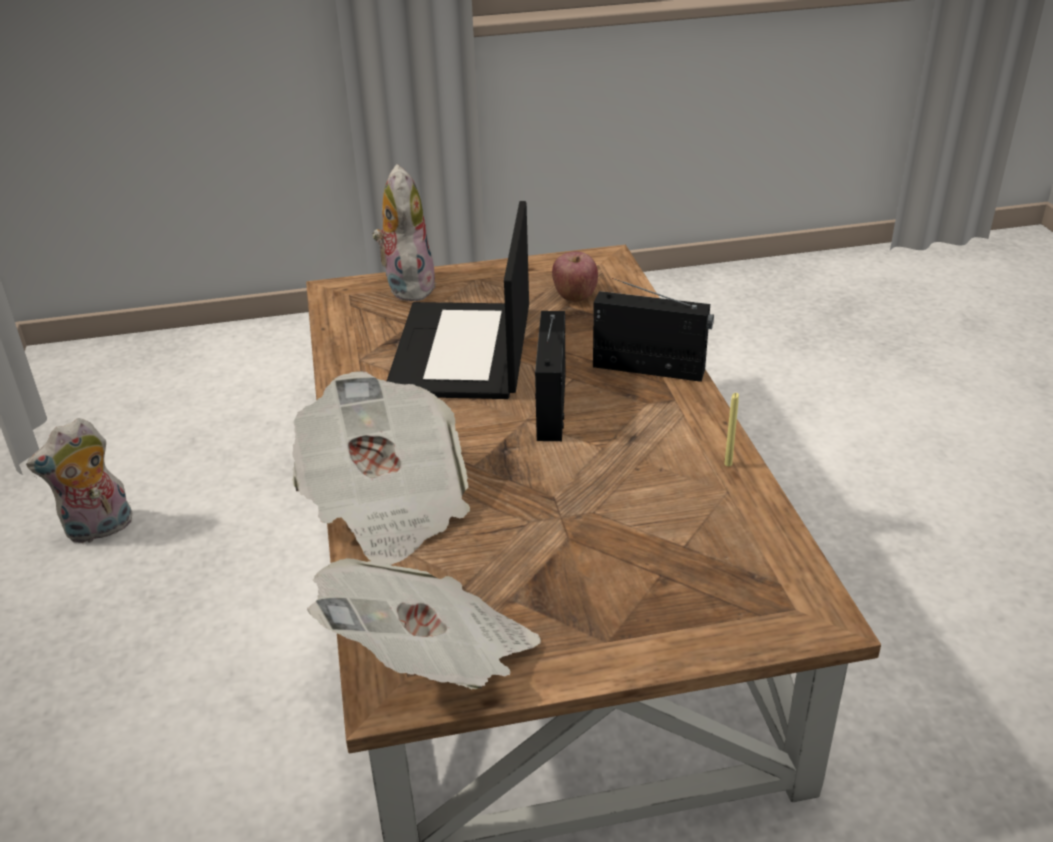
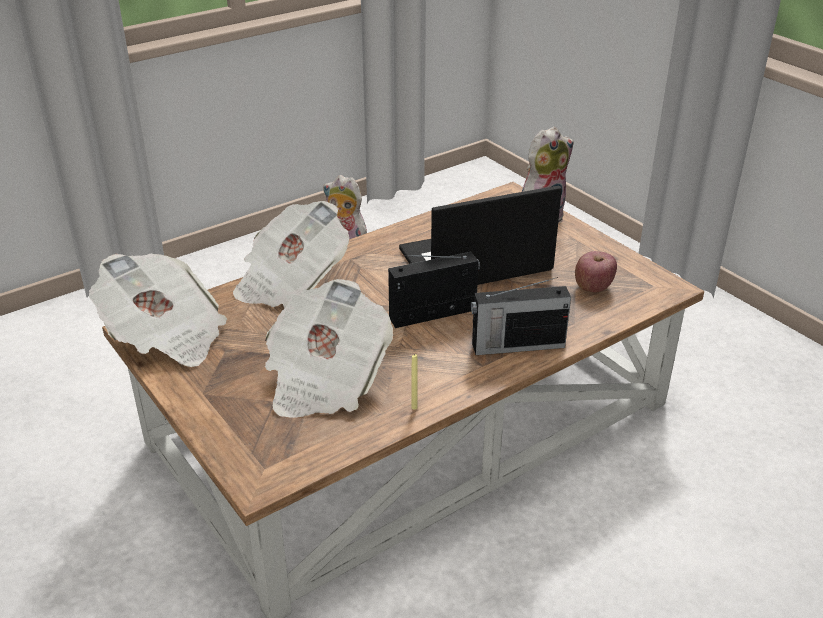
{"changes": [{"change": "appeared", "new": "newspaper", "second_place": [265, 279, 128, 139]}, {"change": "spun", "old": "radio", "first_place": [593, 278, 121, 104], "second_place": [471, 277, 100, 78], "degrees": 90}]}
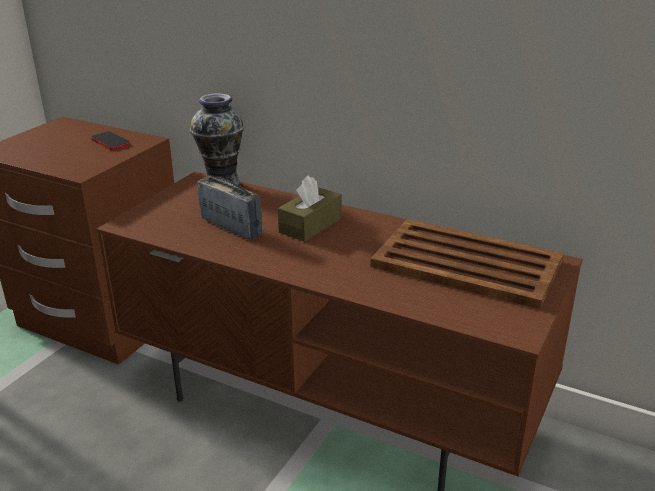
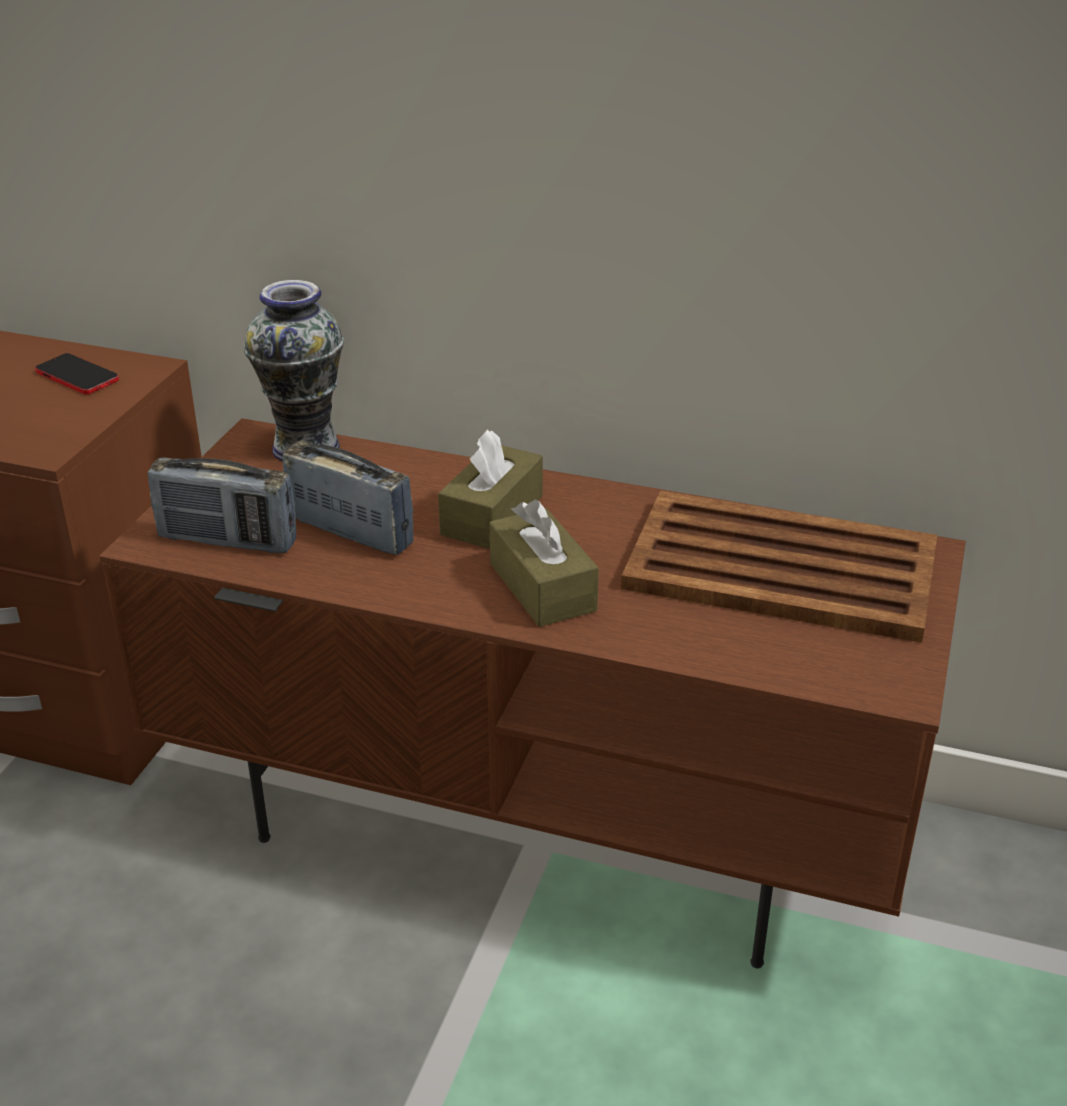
{"changes": [{"change": "appeared", "new": "radio", "second_place": [148, 458, 148, 95]}, {"change": "appeared", "new": "brown tissue box", "second_place": [490, 500, 109, 127]}]}
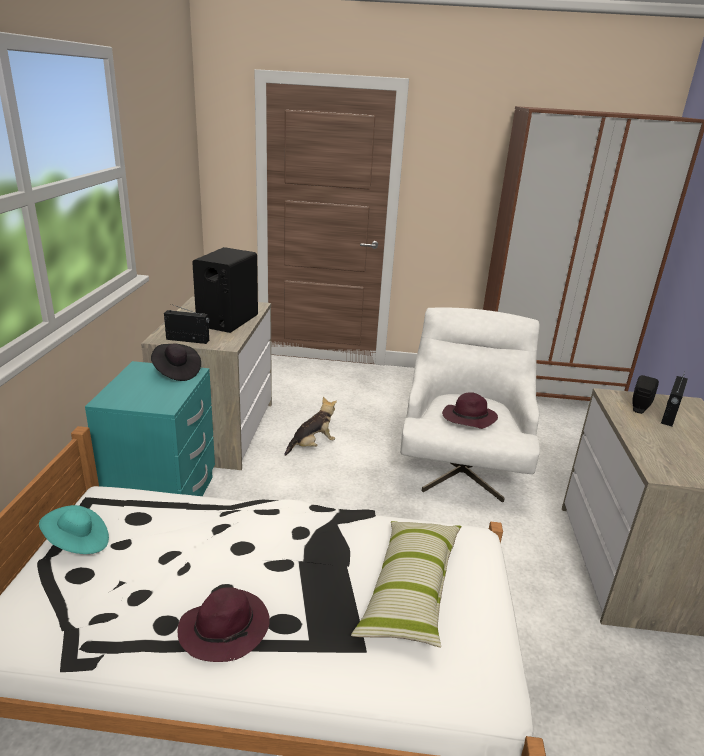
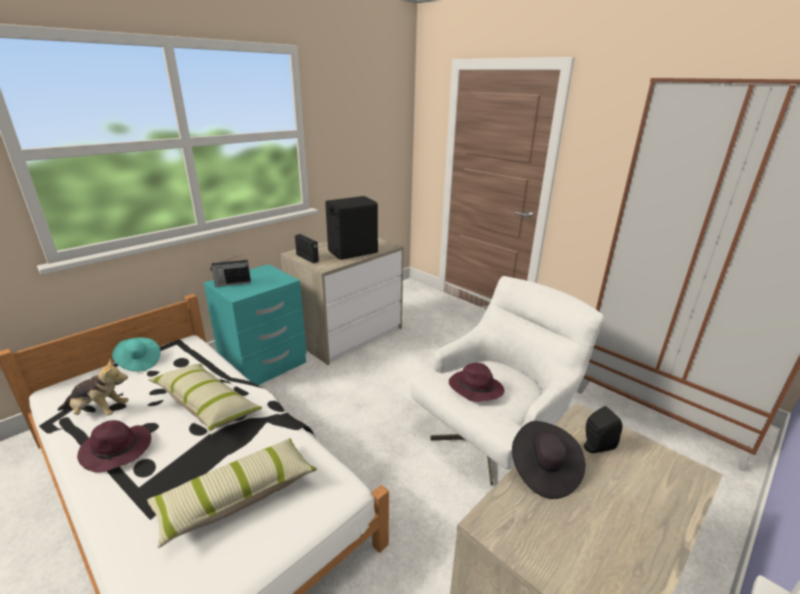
{"changes": [{"change": "appeared", "new": "pillow", "second_place": [148, 364, 114, 67]}, {"change": "relocated", "old": "black hat", "first_place": [151, 343, 50, 38], "second_place": [512, 421, 73, 78]}, {"change": "relocated", "old": "plush toy", "first_place": [284, 397, 53, 59], "second_place": [58, 359, 71, 57]}, {"change": "relocated", "old": "radio", "first_place": [661, 372, 27, 55], "second_place": [210, 255, 41, 32]}]}
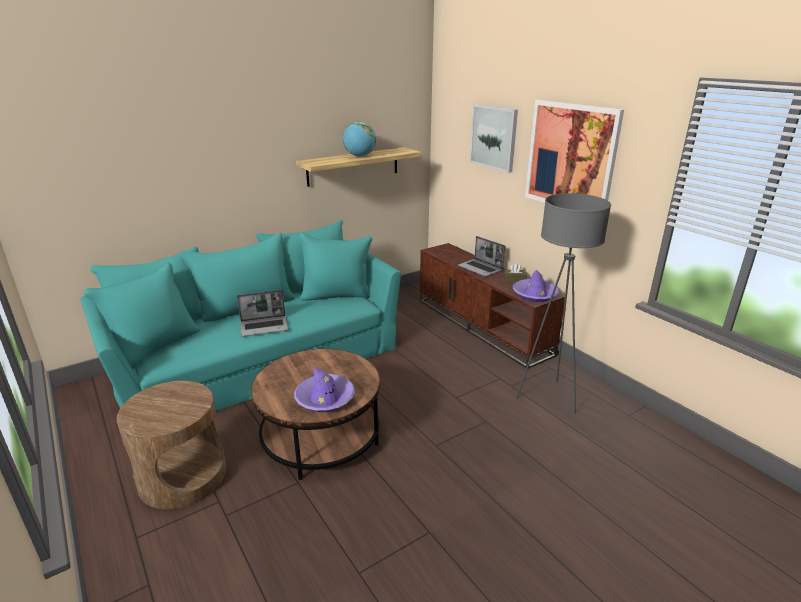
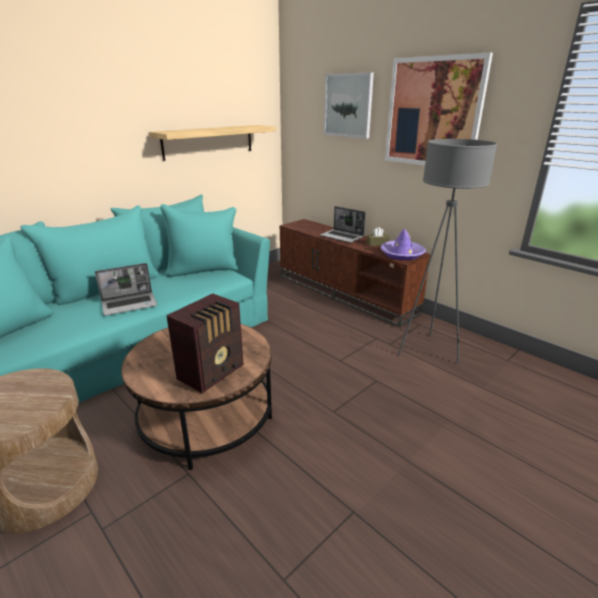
{"changes": [{"change": "missing", "old": "globe", "first_place": [343, 122, 33, 35]}, {"change": "exchanged", "old": "purple hat", "new": "radio", "first_place": [294, 367, 61, 45], "second_place": [167, 293, 77, 100]}]}
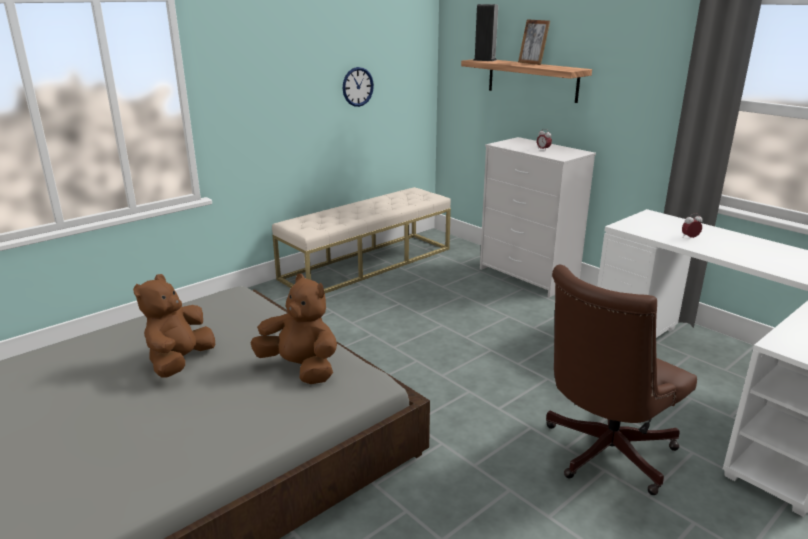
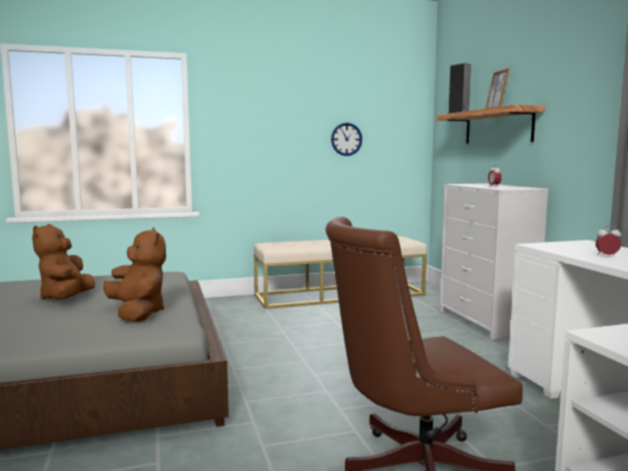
{"changes": [{"change": "spun", "old": "brown plush toy", "first_place": [133, 274, 82, 104], "second_place": [32, 224, 63, 76], "degrees": -45}]}
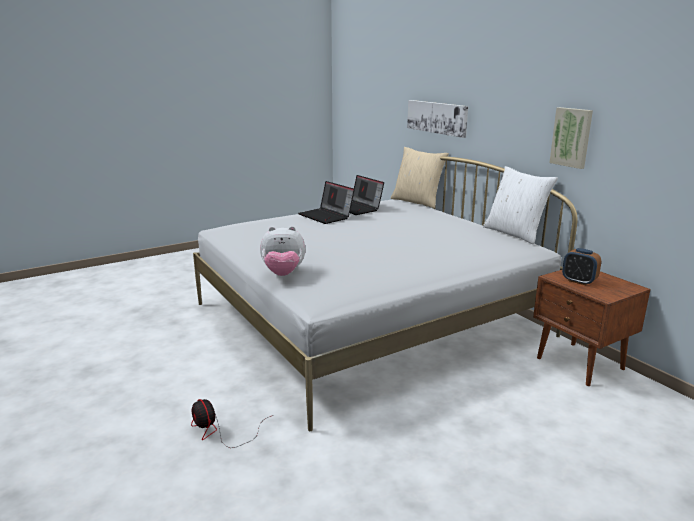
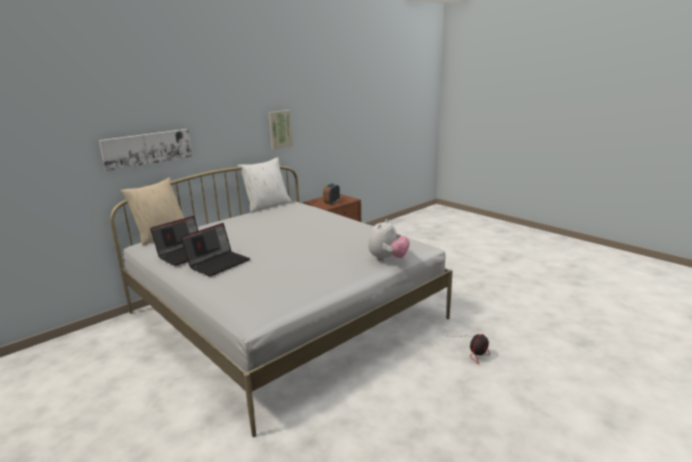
{"changes": [{"change": "spun", "old": "plush toy", "first_place": [260, 226, 46, 50], "second_place": [368, 219, 42, 42], "degrees": 45}]}
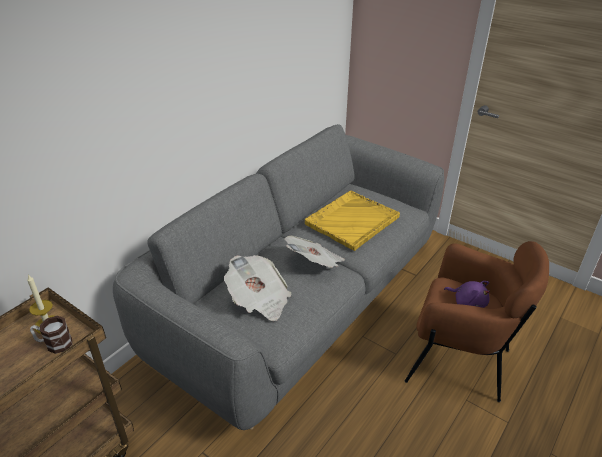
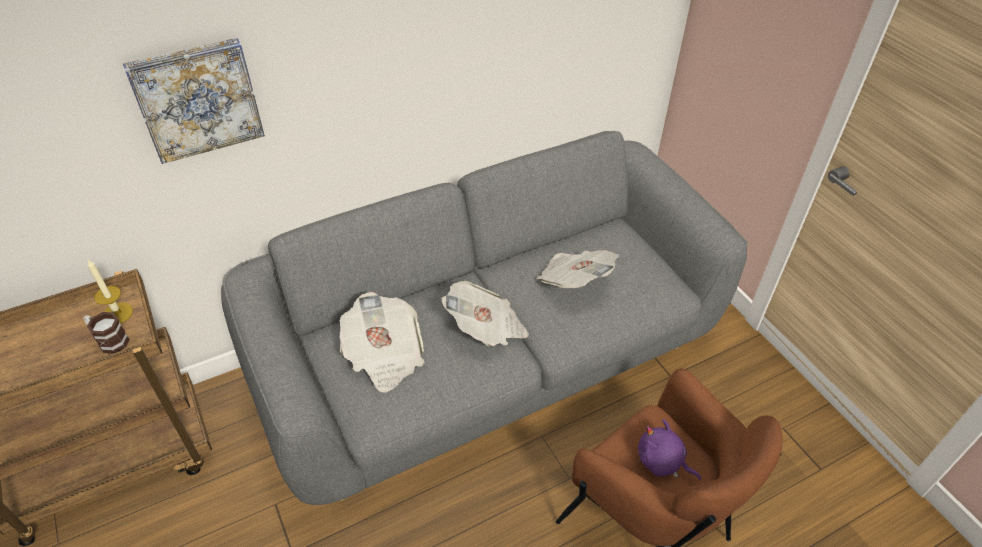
{"changes": [{"change": "appeared", "new": "picture", "second_place": [123, 38, 142, 126]}, {"change": "exchanged", "old": "yellow tray", "new": "newspaper", "first_place": [305, 191, 95, 60], "second_place": [536, 250, 83, 39]}, {"change": "spun", "old": "purple plush toy", "first_place": [444, 281, 46, 27], "second_place": [638, 419, 63, 61], "degrees": 150}]}
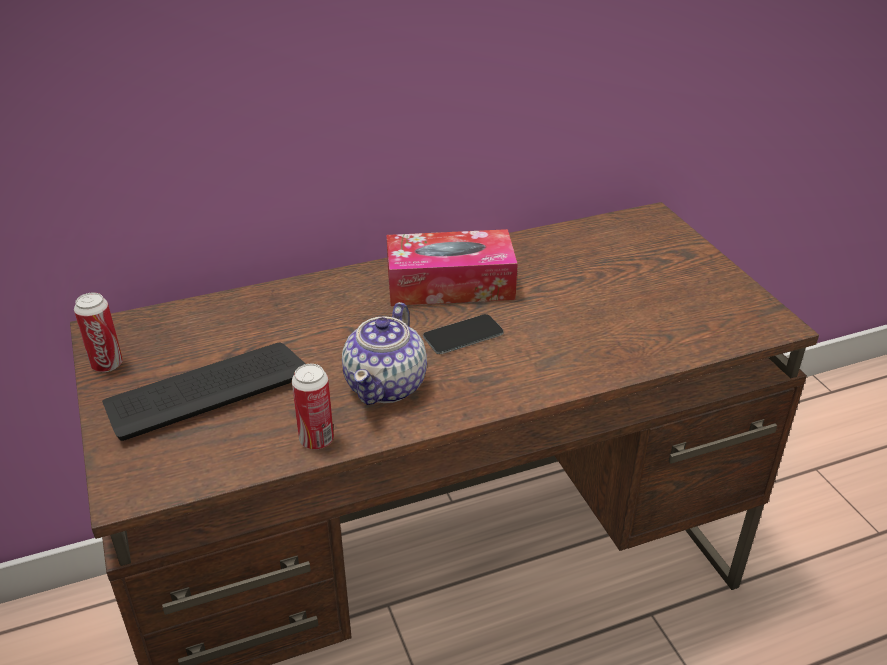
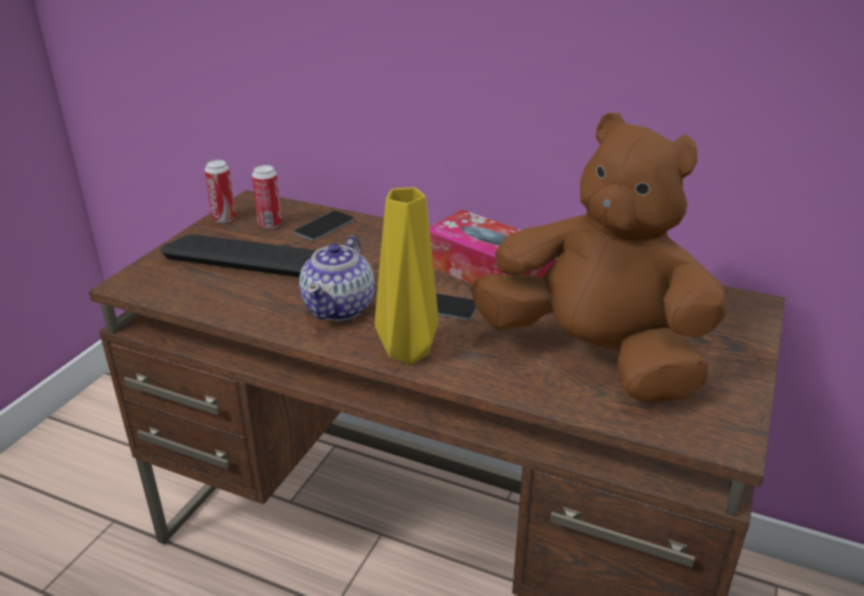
{"changes": [{"change": "appeared", "new": "phone", "second_place": [294, 211, 60, 29]}, {"change": "appeared", "new": "yellow vase", "second_place": [375, 188, 63, 176]}, {"change": "appeared", "new": "brown plush toy", "second_place": [471, 113, 257, 291]}, {"change": "relocated", "old": "can", "first_place": [292, 364, 42, 85], "second_place": [252, 165, 30, 64]}, {"change": "spun", "old": "teapot", "first_place": [342, 302, 85, 103], "second_place": [300, 236, 75, 85], "degrees": -45}]}
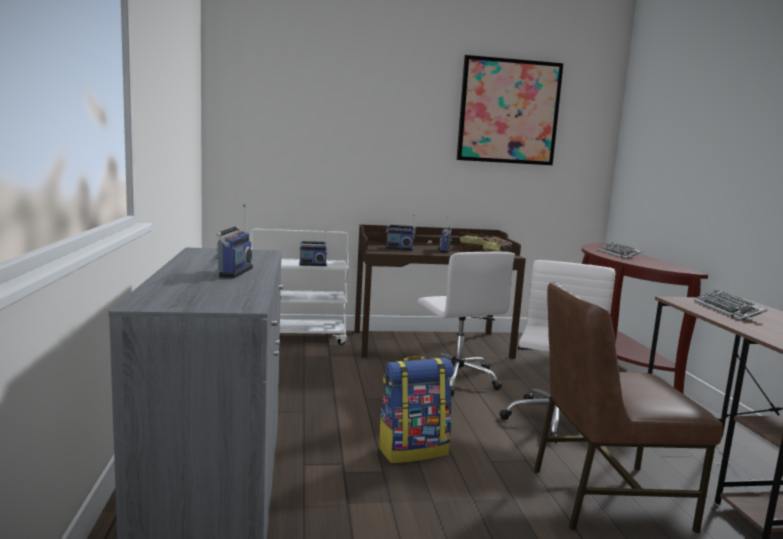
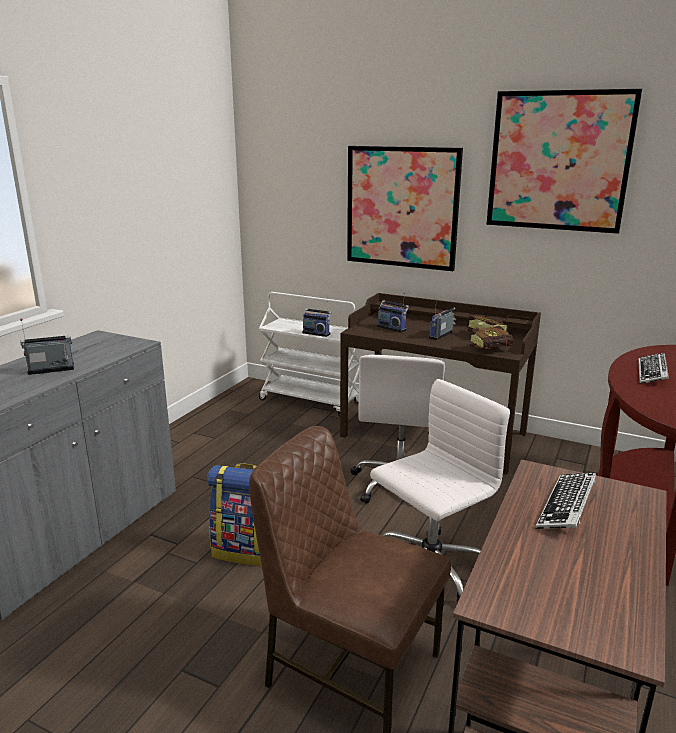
{"changes": [{"change": "appeared", "new": "picture", "second_place": [347, 146, 116, 125]}, {"change": "spun", "old": "radio", "first_place": [214, 204, 39, 74], "second_place": [20, 319, 54, 56], "degrees": -150}]}
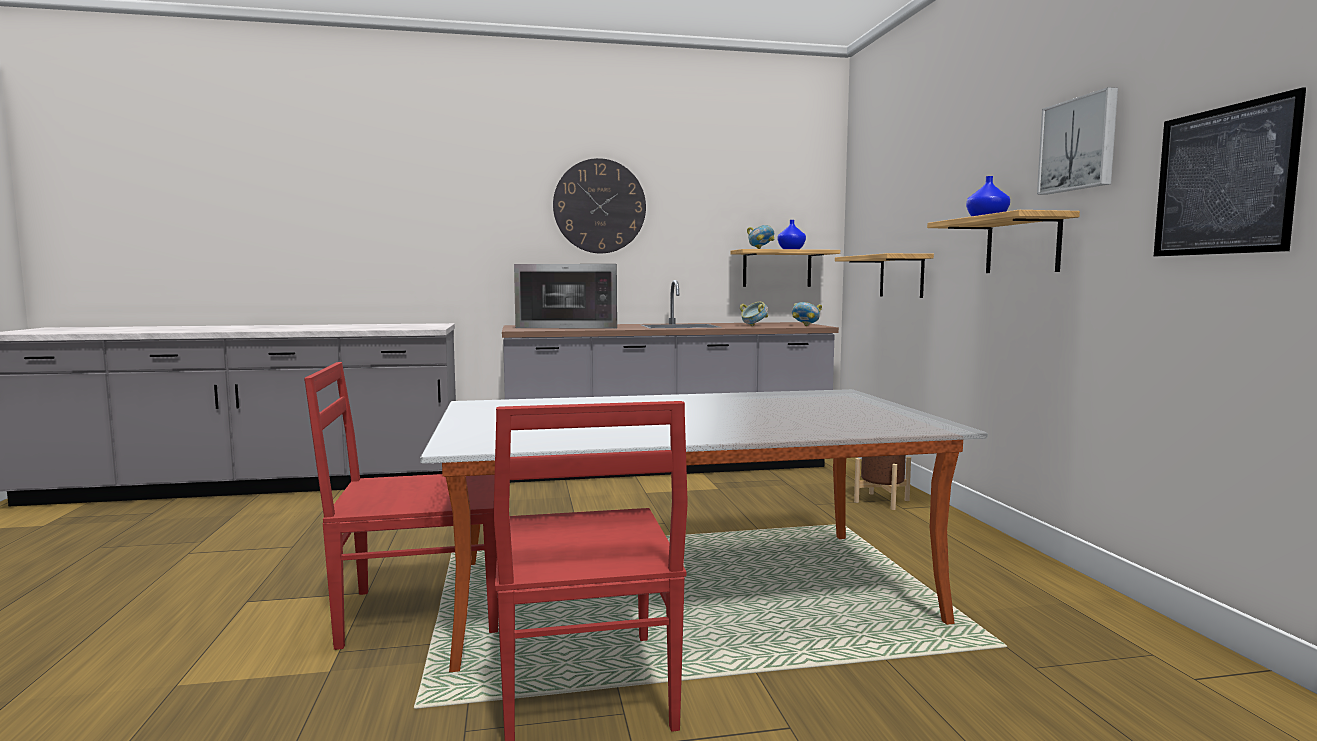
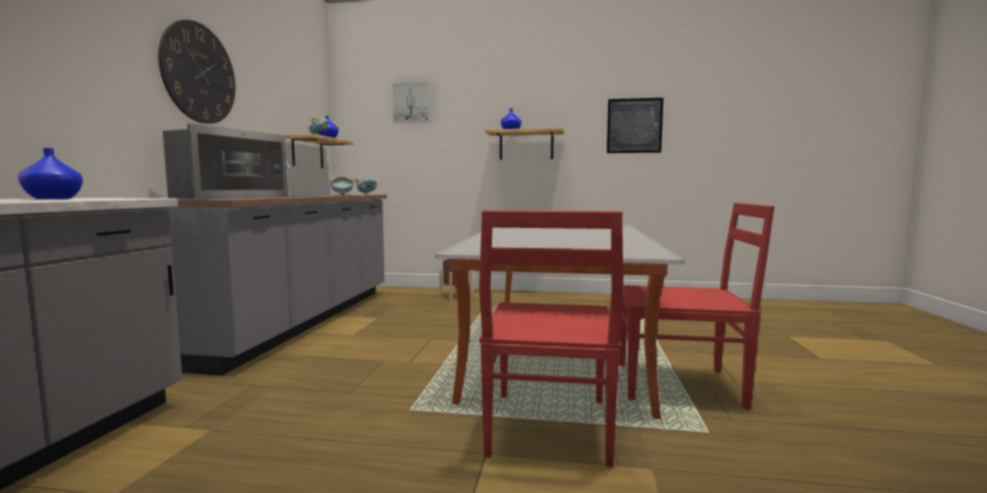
{"changes": [{"change": "missing", "old": "shelf", "first_place": [835, 253, 99, 45]}, {"change": "appeared", "new": "blue vase", "second_place": [18, 148, 65, 51]}, {"change": "relocated", "old": "picture", "first_place": [1037, 87, 81, 108], "second_place": [392, 82, 39, 41]}]}
